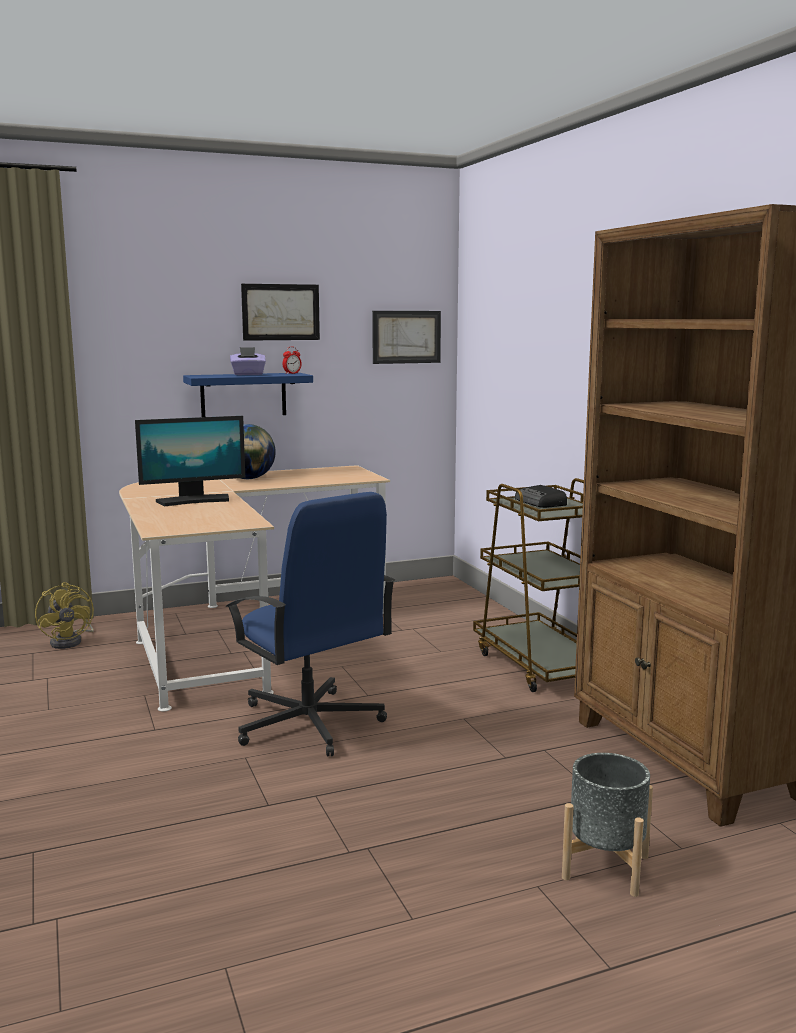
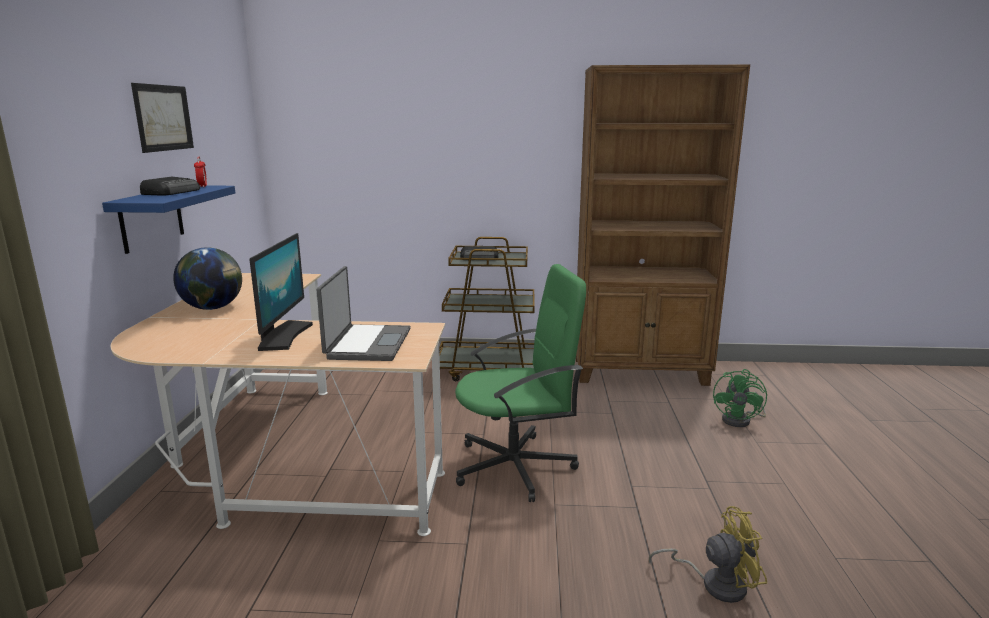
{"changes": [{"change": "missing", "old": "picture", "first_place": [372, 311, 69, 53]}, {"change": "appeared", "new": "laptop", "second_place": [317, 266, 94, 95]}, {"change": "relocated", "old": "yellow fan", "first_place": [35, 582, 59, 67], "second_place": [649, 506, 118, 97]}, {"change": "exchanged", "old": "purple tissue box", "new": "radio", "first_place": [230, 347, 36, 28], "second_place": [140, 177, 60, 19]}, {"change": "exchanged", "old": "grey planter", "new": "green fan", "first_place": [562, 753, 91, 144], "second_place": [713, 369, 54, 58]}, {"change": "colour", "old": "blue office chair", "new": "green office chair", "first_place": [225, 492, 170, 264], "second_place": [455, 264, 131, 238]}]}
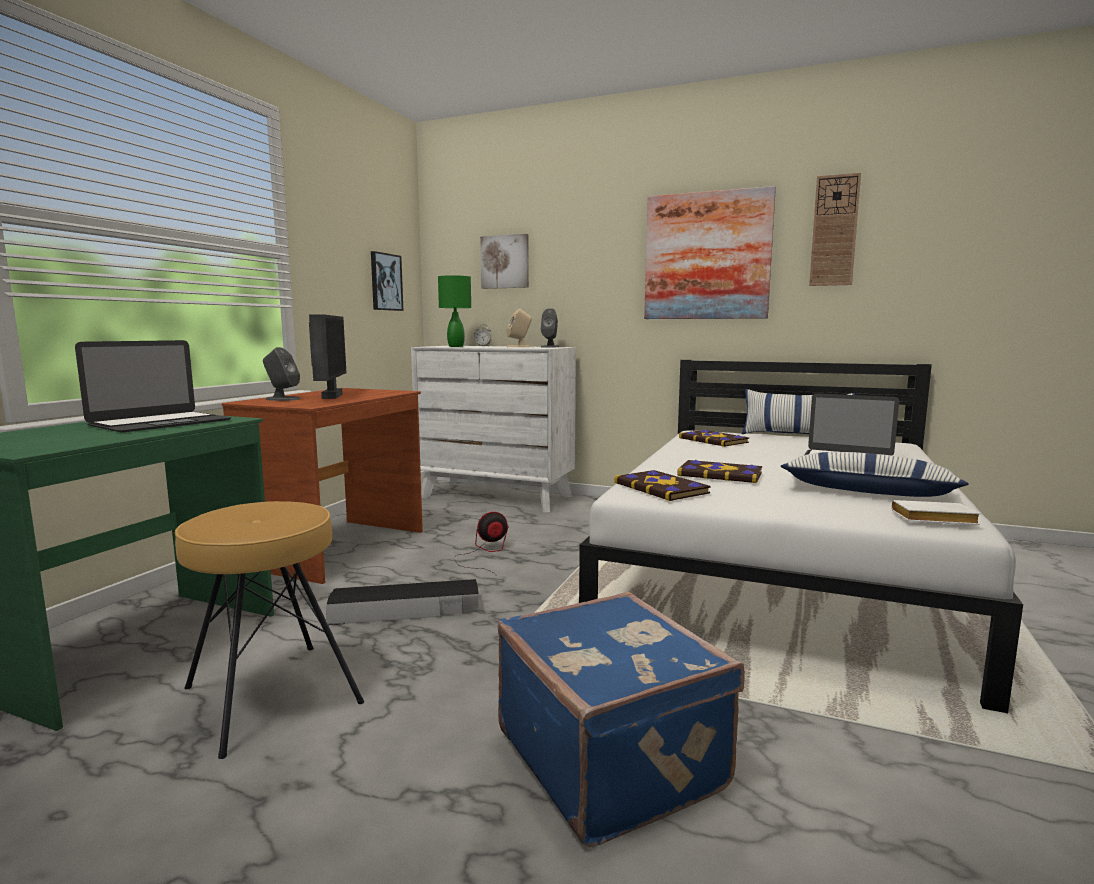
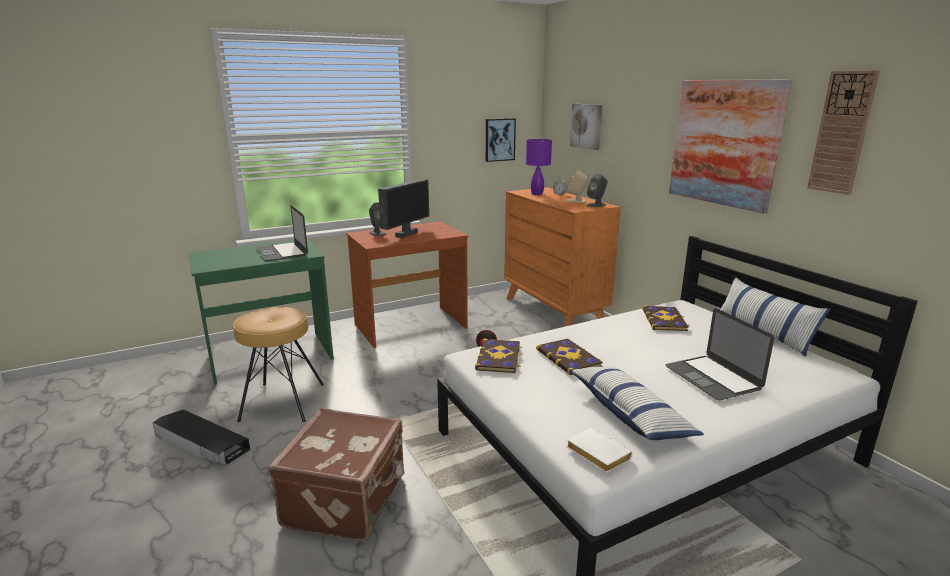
{"changes": [{"change": "relocated", "old": "black storage box", "first_place": [326, 579, 153, 46], "second_place": [153, 409, 98, 56]}, {"change": "colour", "old": "white dresser", "new": "orange dresser", "first_place": [411, 346, 165, 166], "second_place": [504, 187, 117, 140]}, {"change": "colour", "old": "green table lamp", "new": "purple table lamp", "first_place": [438, 275, 33, 72], "second_place": [526, 139, 26, 56]}, {"change": "colour", "old": "blue suitcase", "new": "brown suitcase", "first_place": [498, 592, 247, 256], "second_place": [268, 408, 137, 134]}, {"change": "spun", "old": "laptop", "first_place": [75, 340, 156, 93], "second_place": [256, 205, 52, 56], "degrees": 75}]}
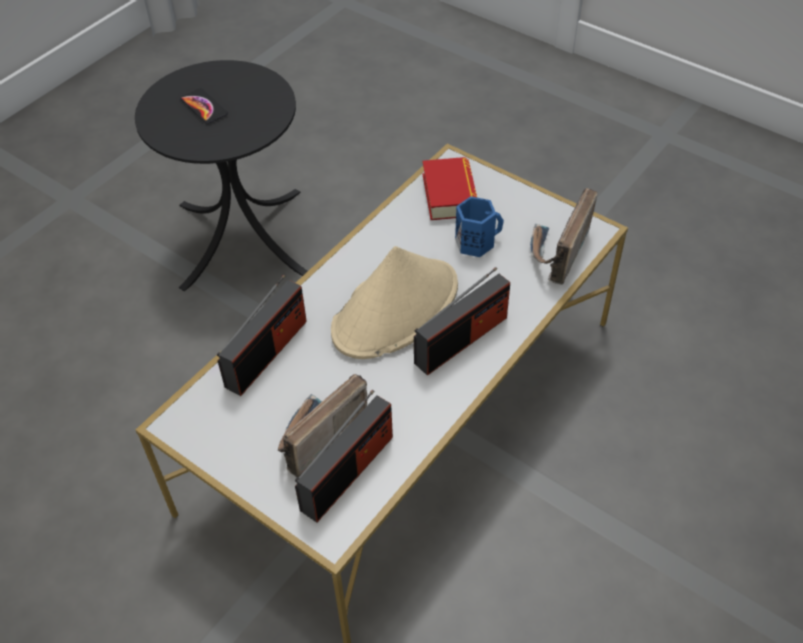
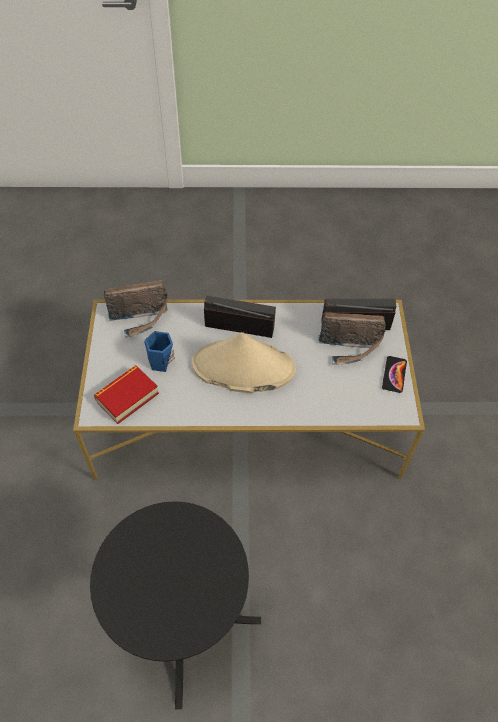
{"changes": [{"change": "missing", "old": "radio", "first_place": [217, 274, 90, 122]}, {"change": "relocated", "old": "phone", "first_place": [180, 88, 48, 36], "second_place": [382, 356, 25, 37]}]}
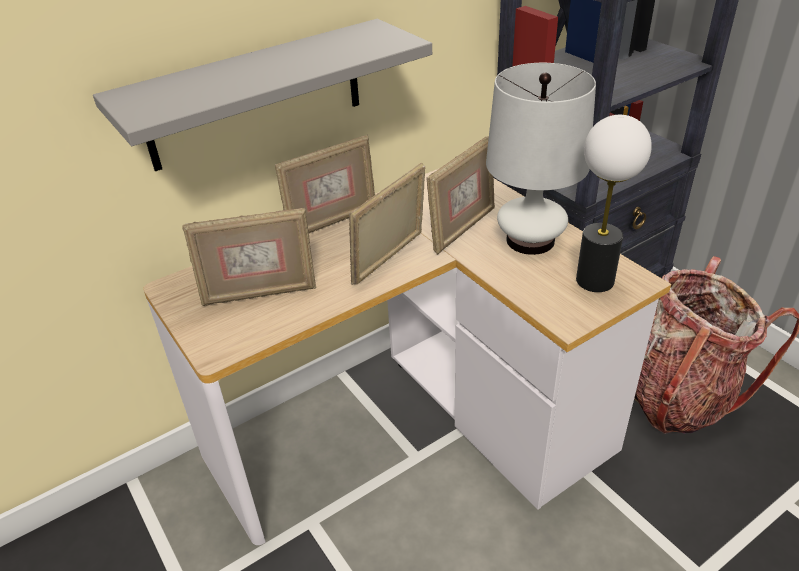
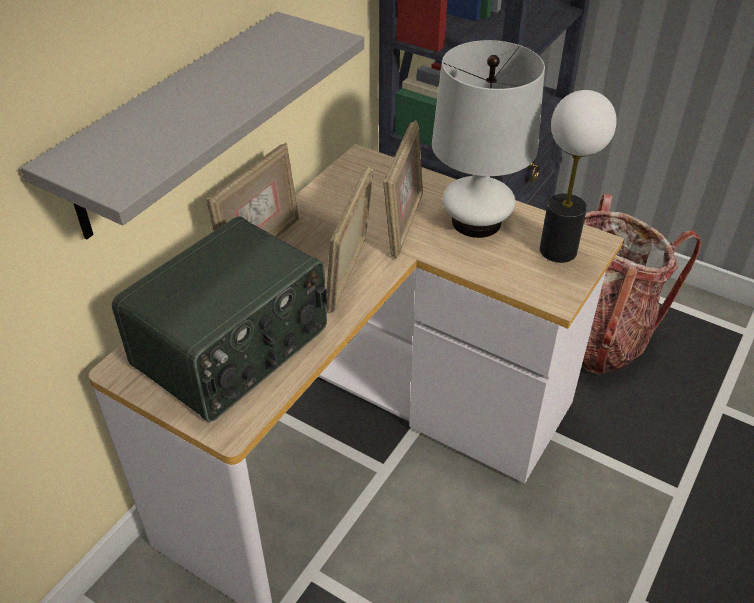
{"changes": [{"change": "exchanged", "old": "picture frame", "new": "radio", "first_place": [182, 208, 134, 98], "second_place": [112, 216, 215, 206]}]}
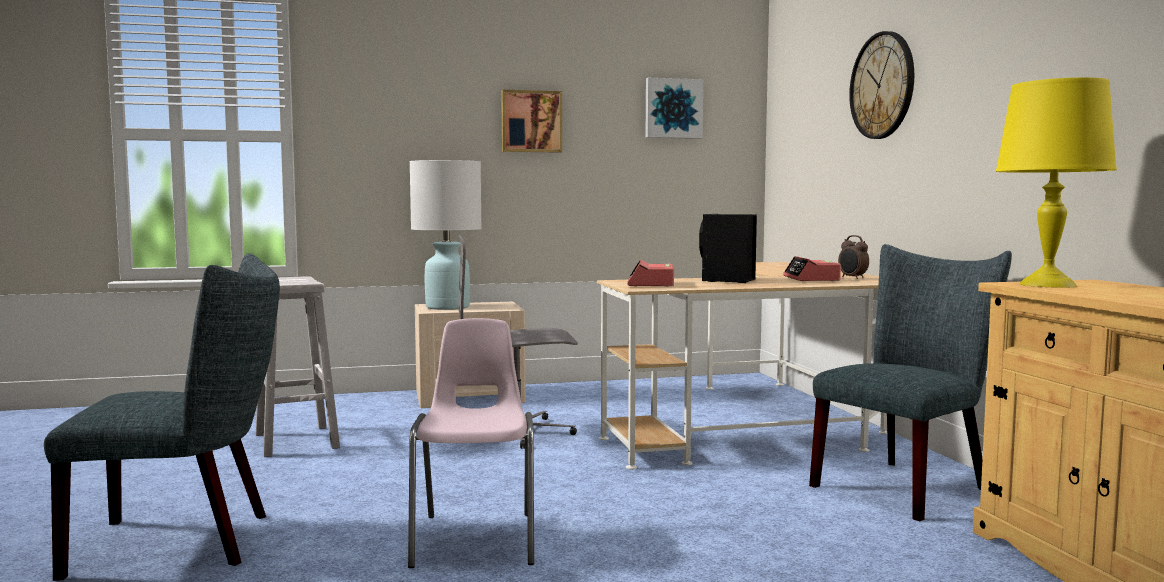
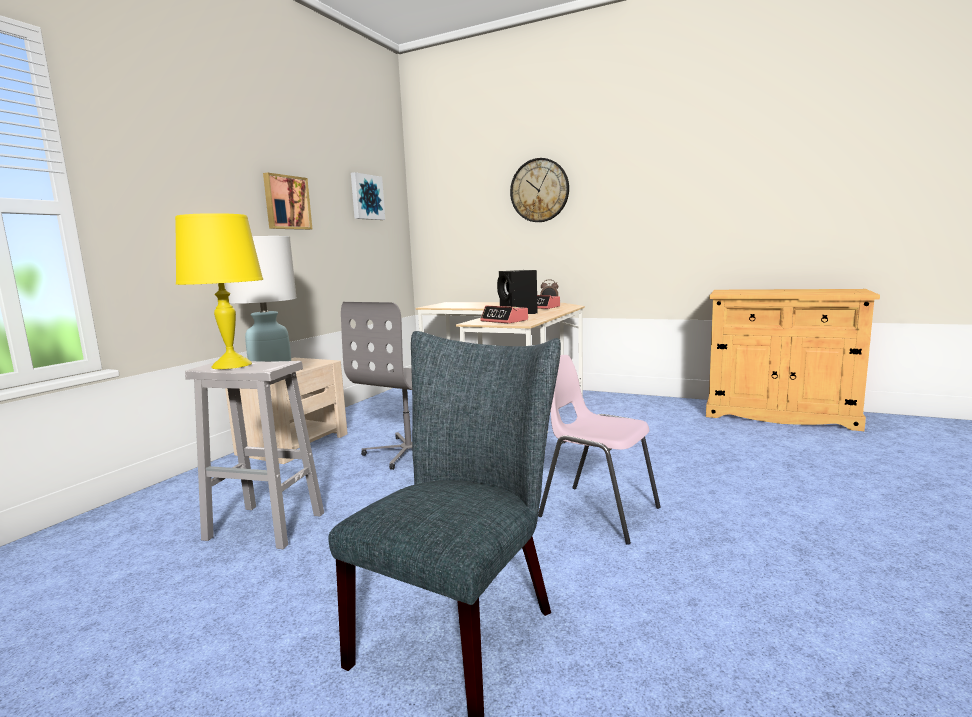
{"changes": [{"change": "missing", "old": "grey chair", "first_place": [809, 244, 203, 277]}, {"change": "relocated", "old": "yellow table lamp", "first_place": [996, 77, 121, 211], "second_place": [175, 213, 88, 156]}]}
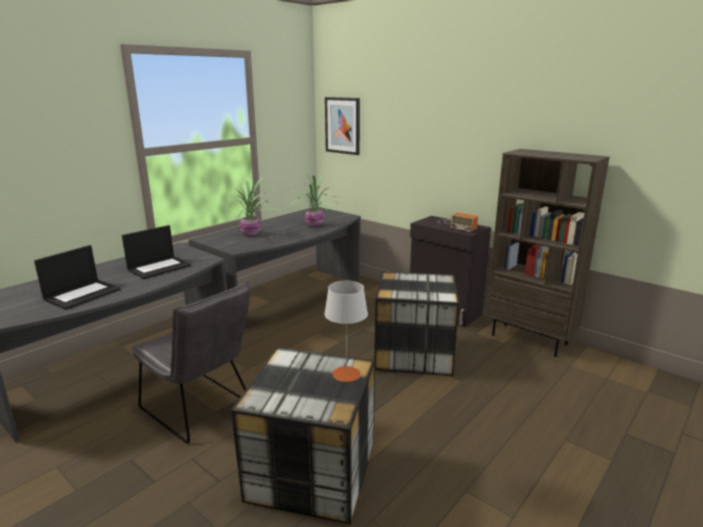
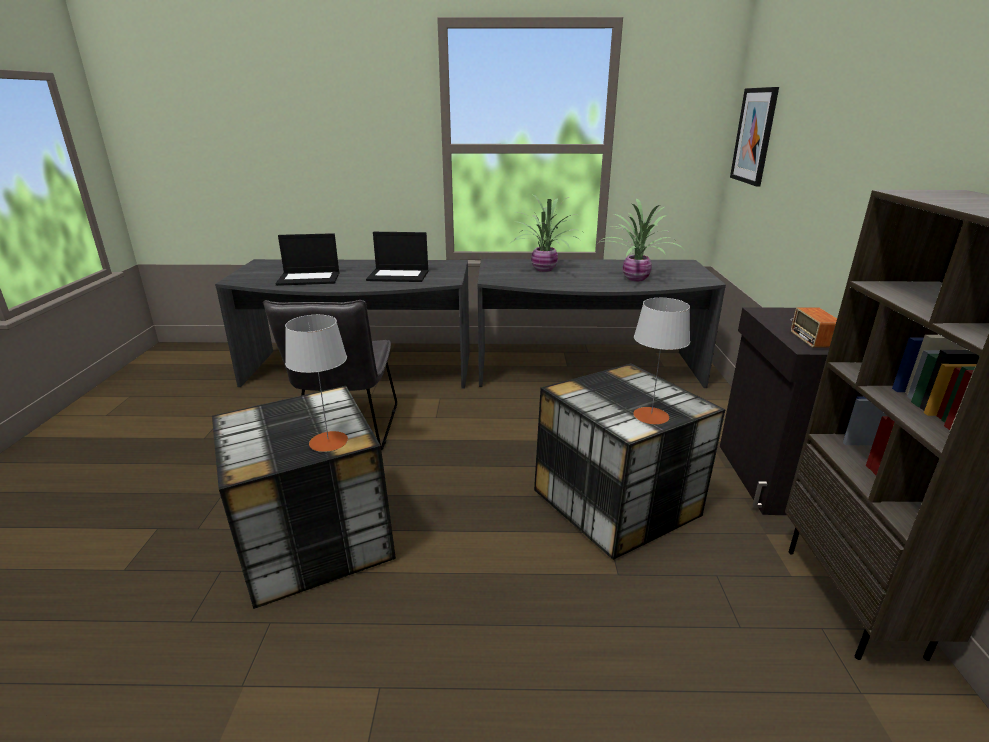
{"changes": [{"change": "appeared", "new": "grey table lamp", "second_place": [633, 298, 57, 126]}]}
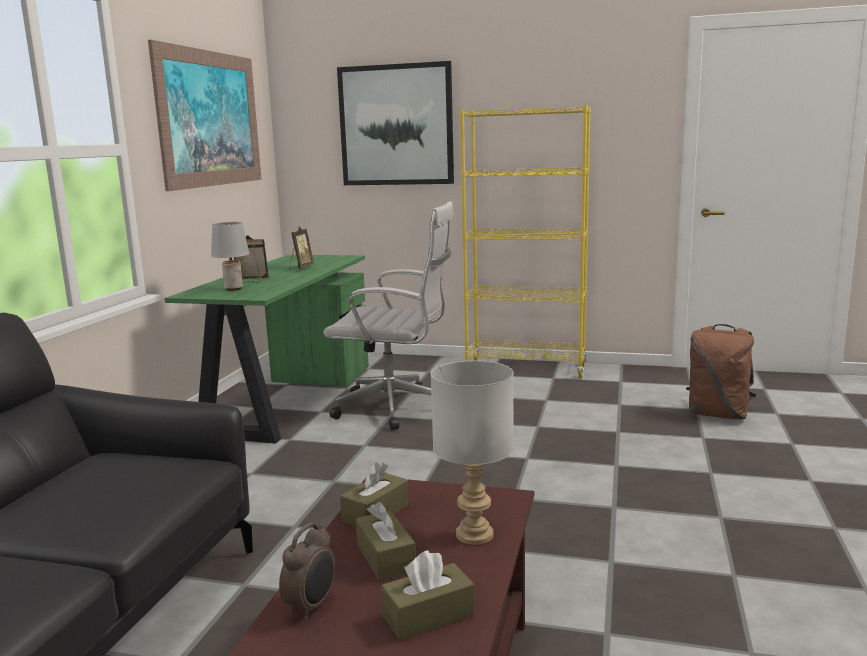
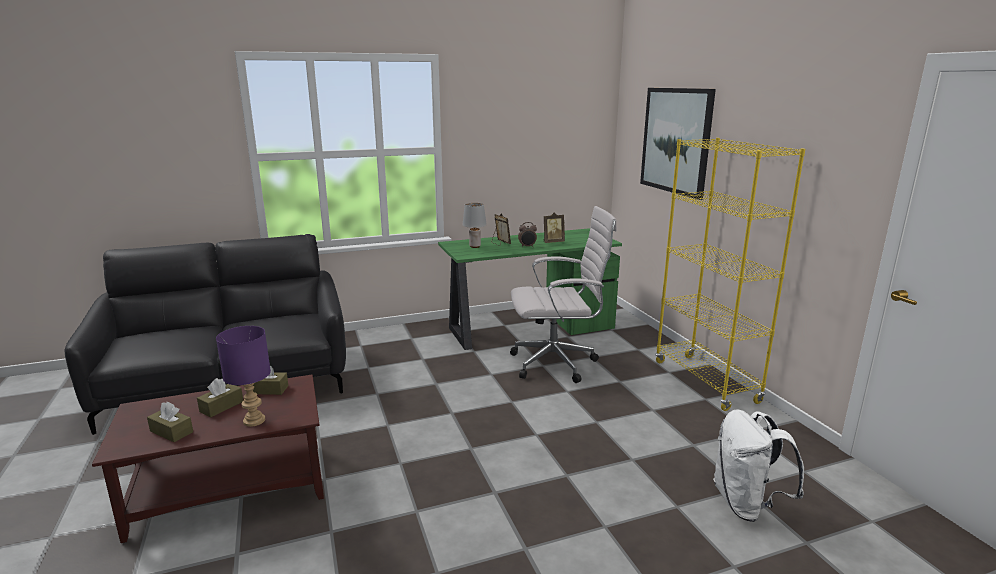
{"changes": [{"change": "missing", "old": "picture", "first_place": [148, 40, 113, 151]}, {"change": "relocated", "old": "alarm clock", "first_place": [279, 522, 56, 97], "second_place": [518, 222, 19, 26]}, {"change": "colour", "old": "grey table lamp", "new": "purple table lamp", "first_place": [431, 360, 83, 185], "second_place": [216, 326, 55, 101]}, {"change": "colour", "old": "brown backpack", "new": "white backpack", "first_place": [686, 324, 70, 96], "second_place": [713, 410, 91, 112]}, {"change": "spun", "old": "white office chair", "first_place": [323, 201, 131, 229], "second_place": [510, 206, 107, 177], "degrees": -75}]}
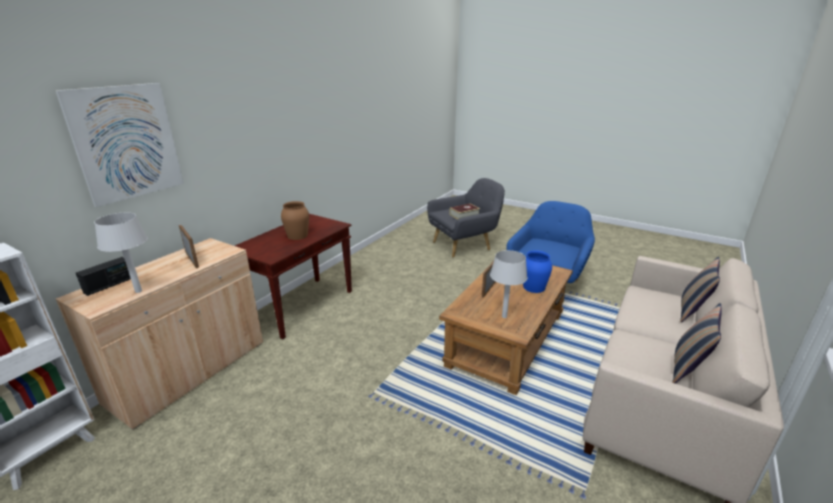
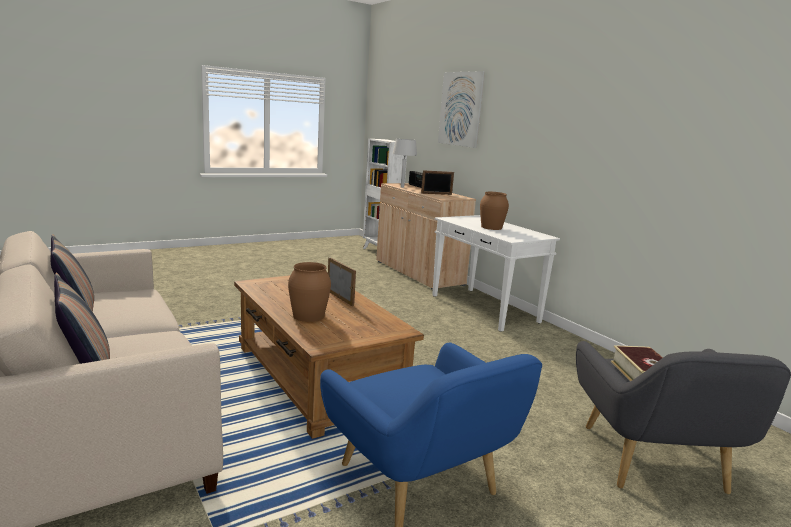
{"changes": [{"change": "missing", "old": "grey table lamp", "first_place": [490, 250, 37, 68]}, {"change": "colour", "old": "brown console table", "new": "white console table", "first_place": [235, 214, 117, 125], "second_place": [432, 215, 128, 117]}, {"change": "colour", "old": "blue vase", "new": "brown vase", "first_place": [523, 250, 29, 43], "second_place": [288, 262, 43, 60]}]}
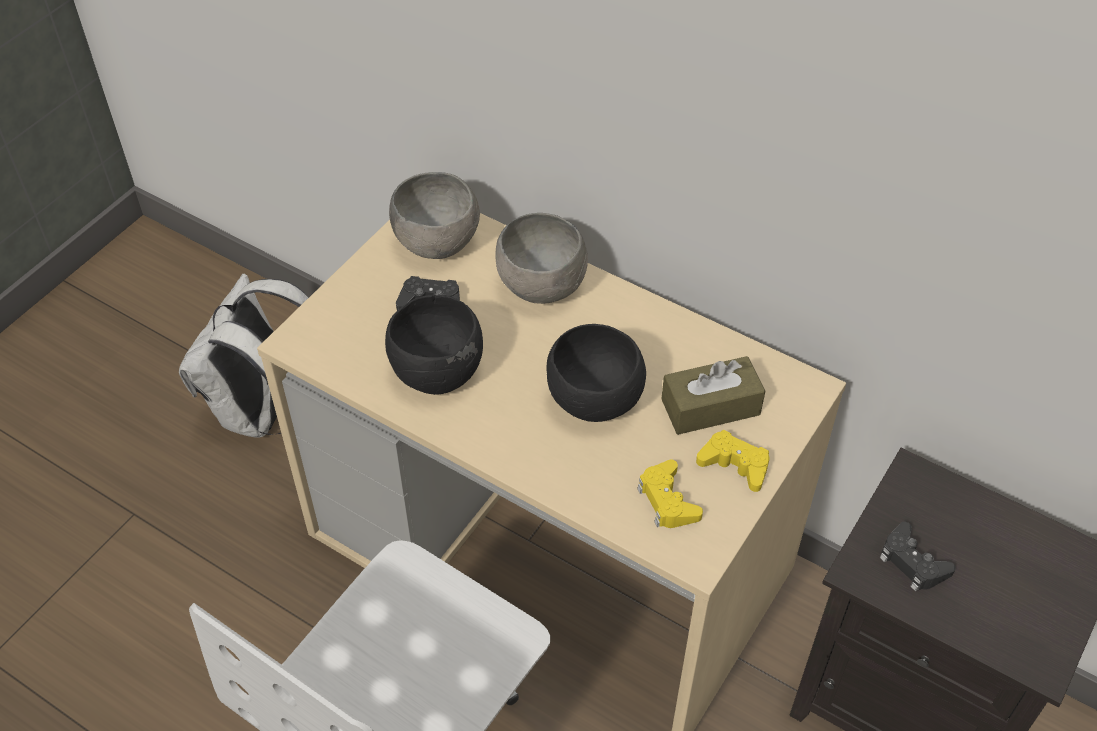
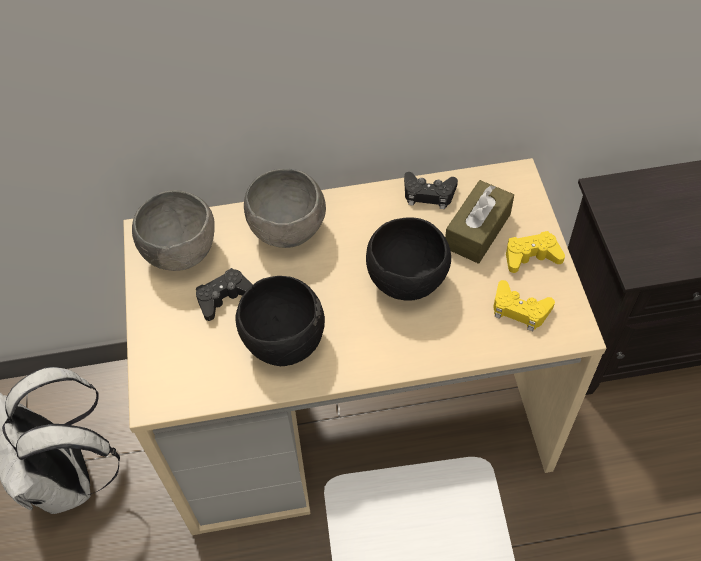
{"changes": [{"change": "relocated", "old": "black game controller", "first_place": [880, 522, 76, 69], "second_place": [404, 172, 54, 37]}]}
